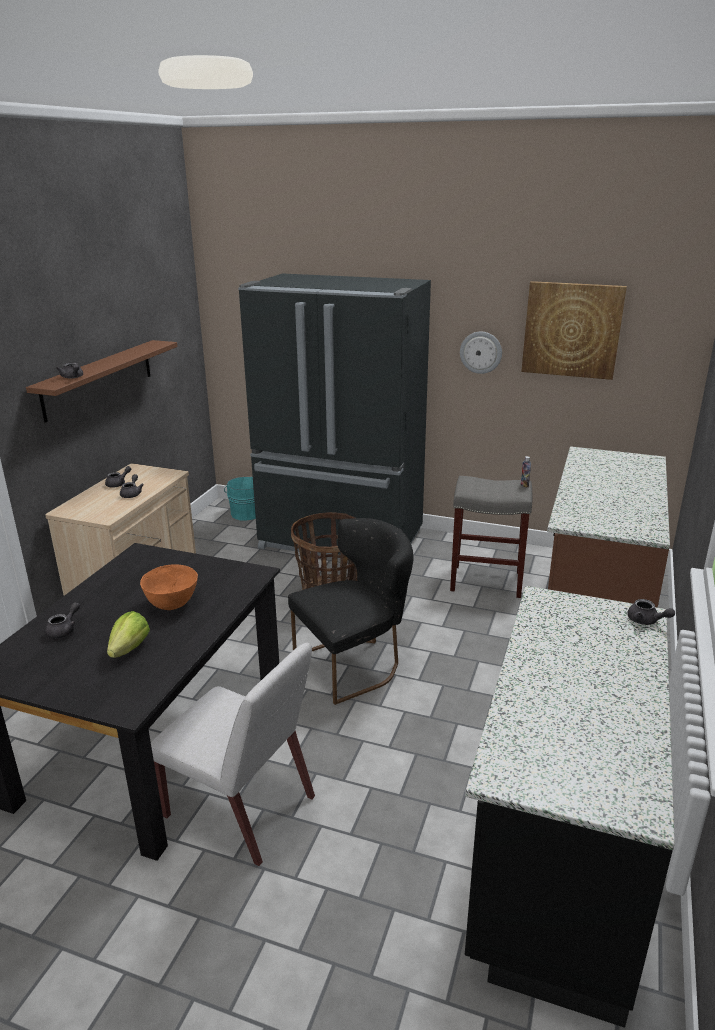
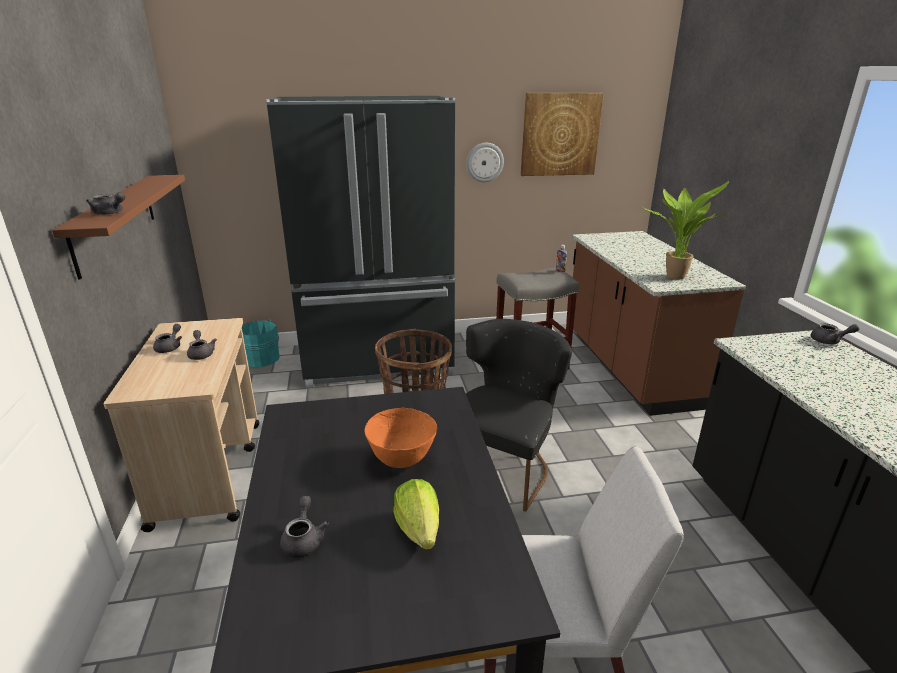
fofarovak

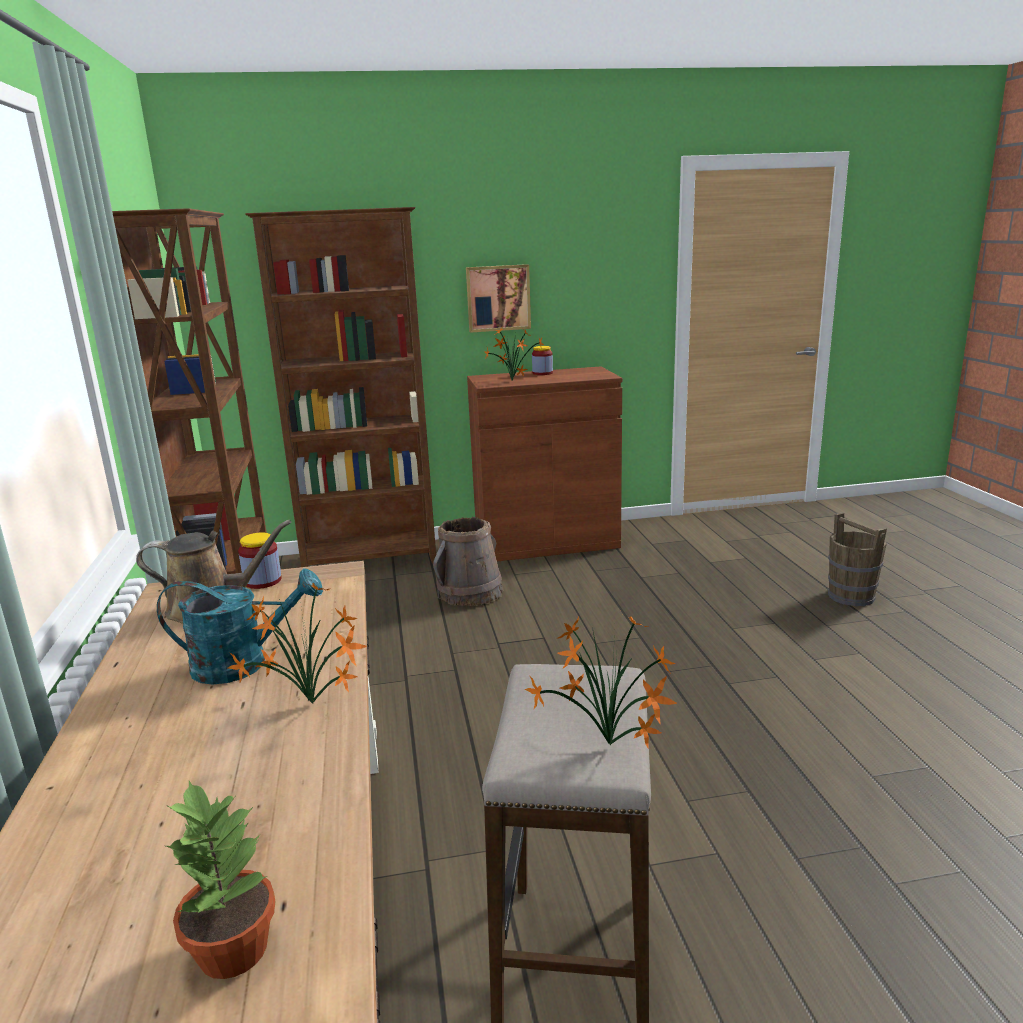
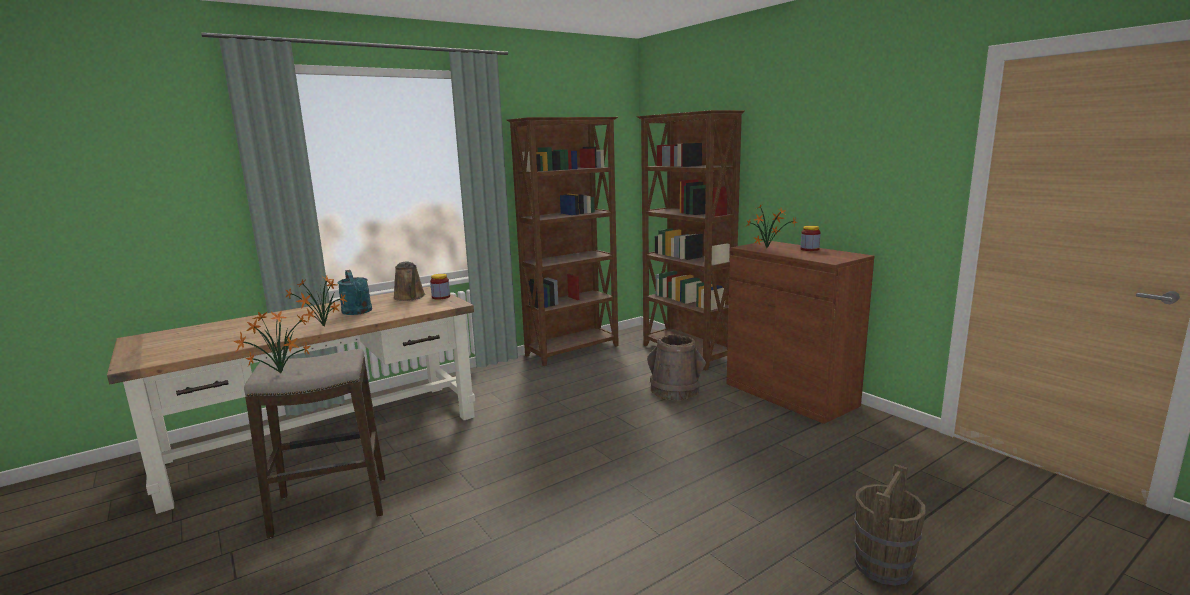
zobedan; fofarovak (no. 1 from left in the first image)

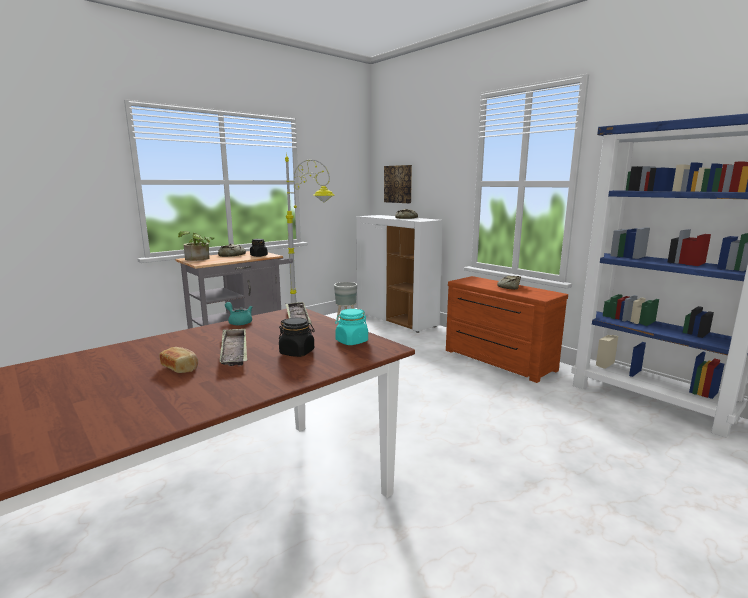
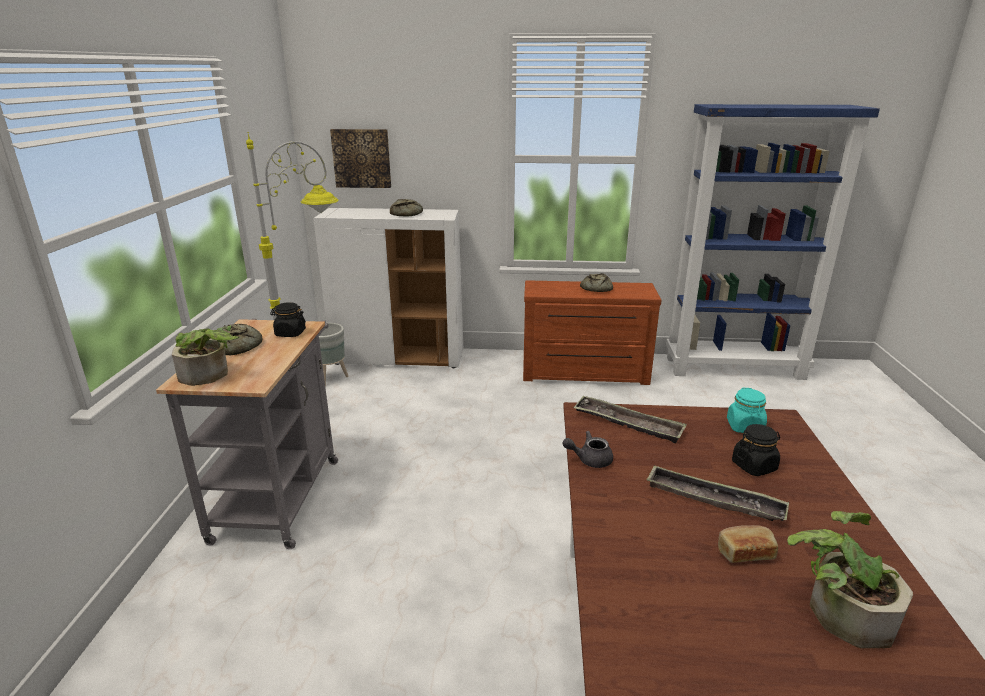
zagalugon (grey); fofarovak (no. 2 from left)

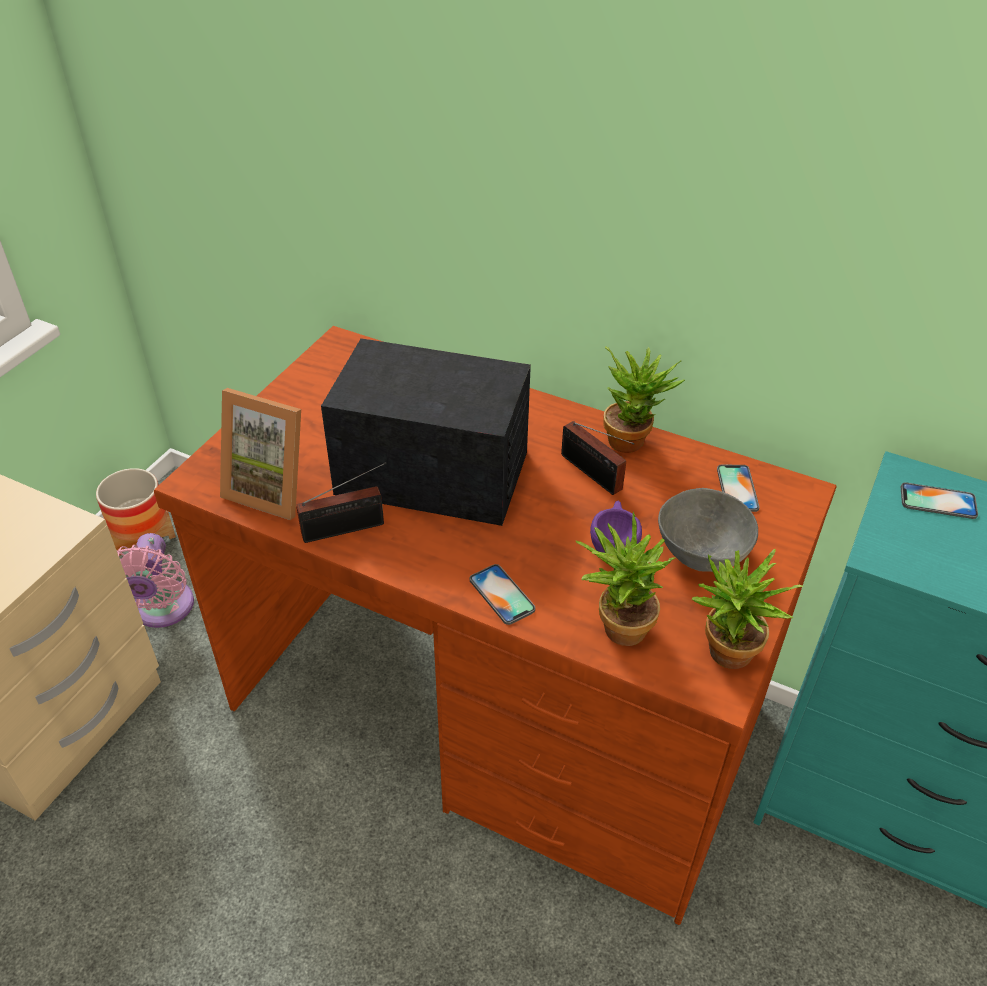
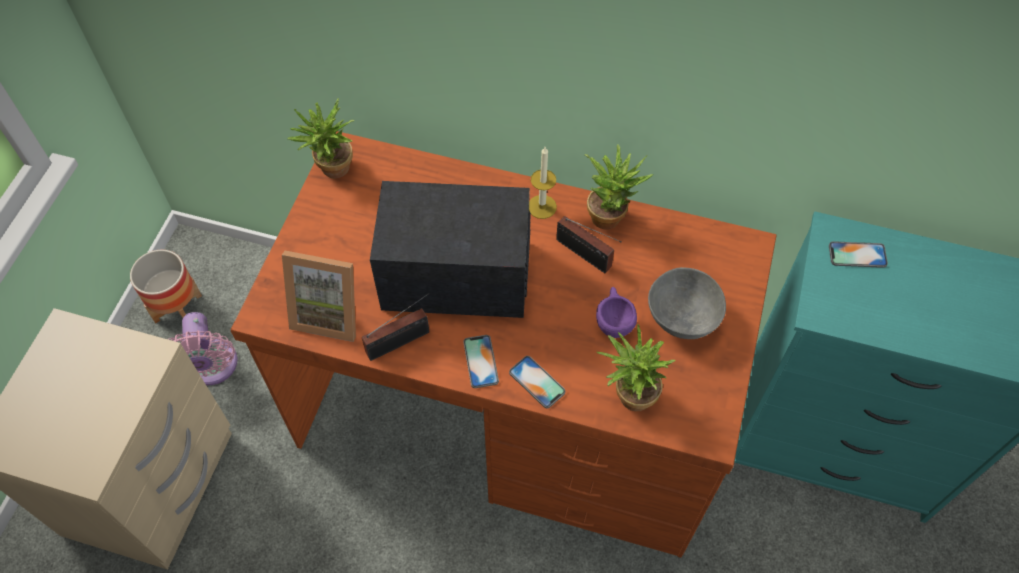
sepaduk (no. 1 from left); fofarovak (no. 1 from left); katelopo

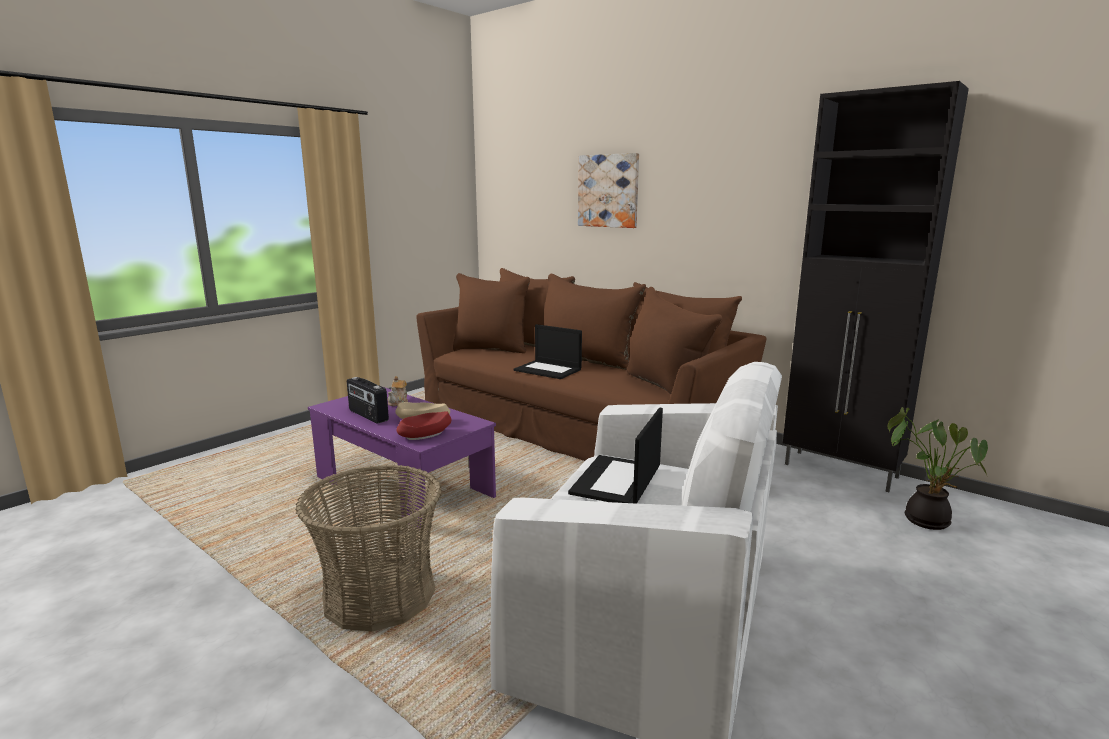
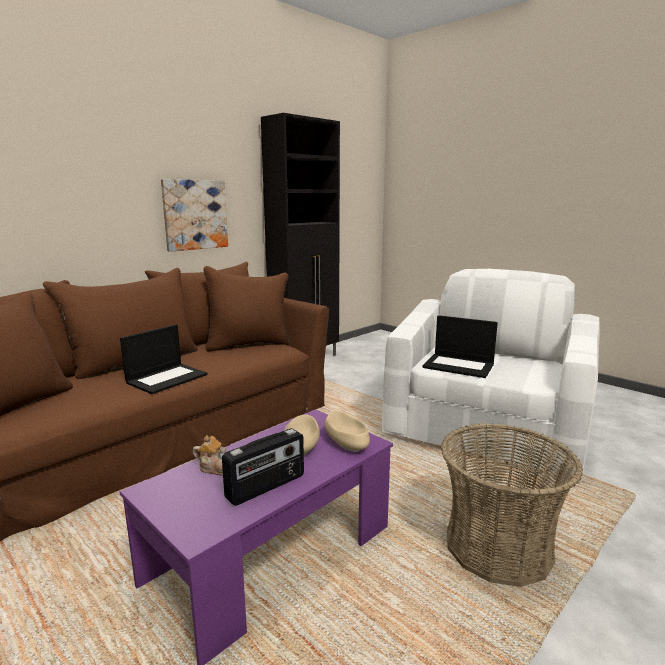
zobedan; fofarovak; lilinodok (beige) (no. 2 from left)

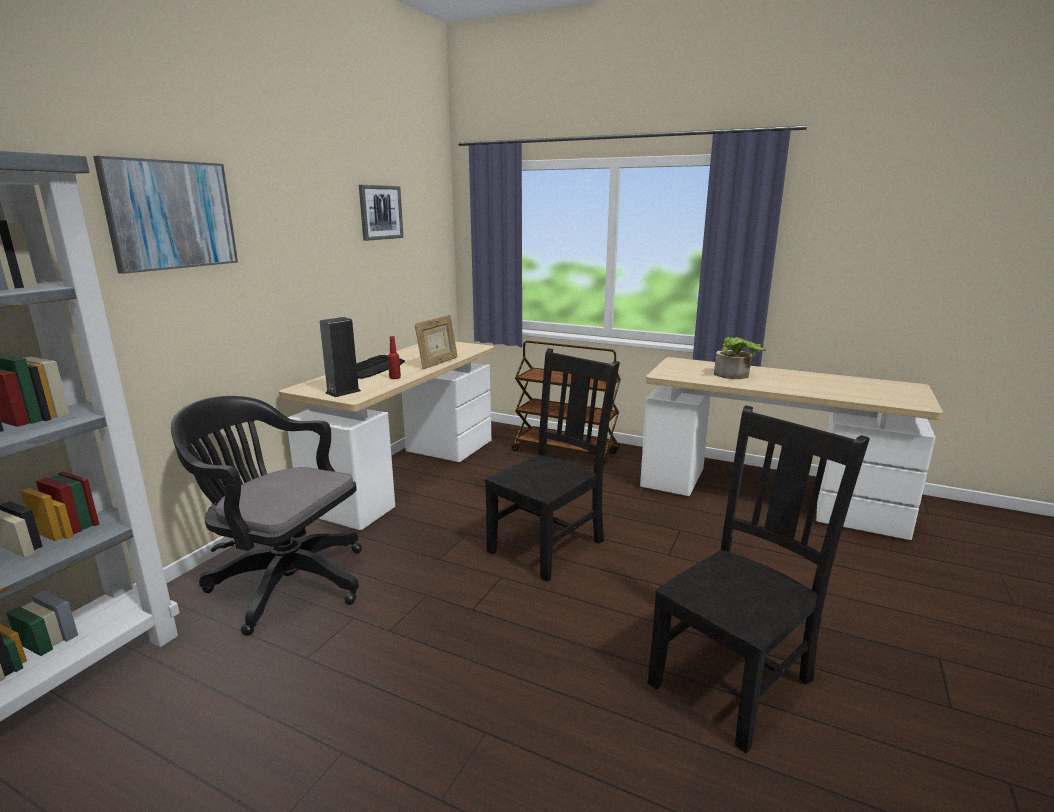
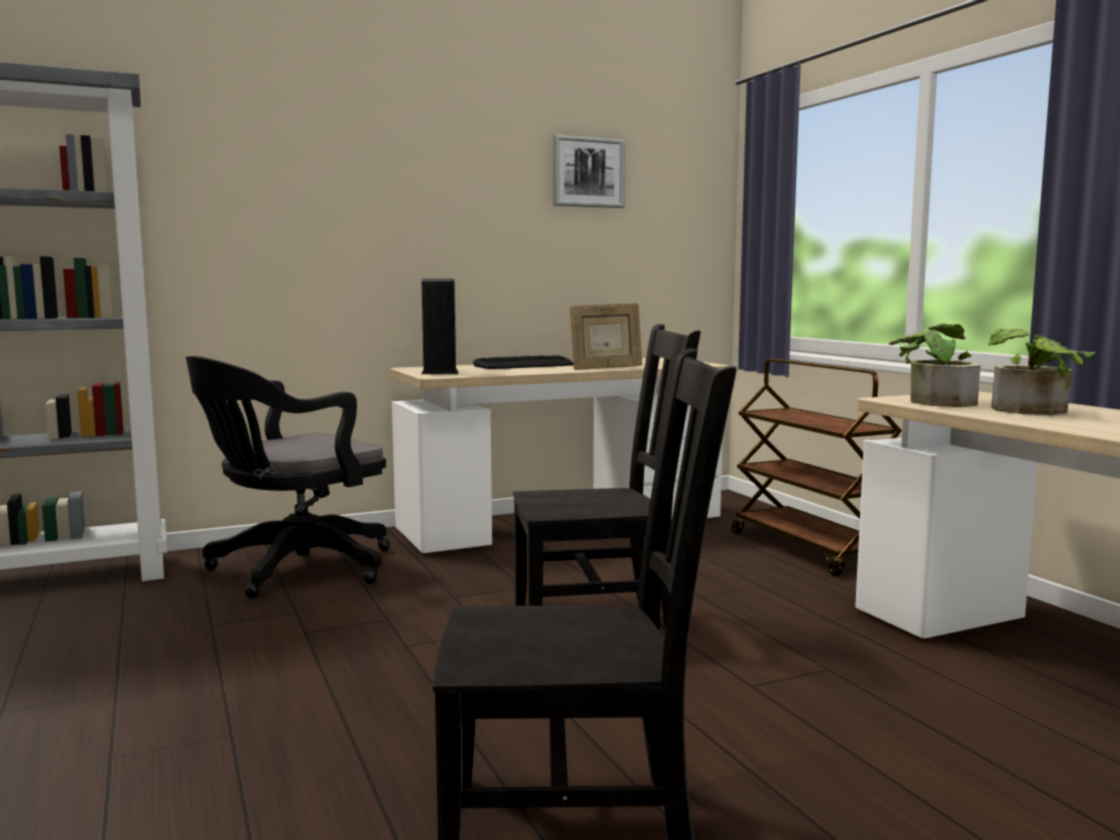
zobedan (no. 1 from left in the first image); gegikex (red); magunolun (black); fofarovak (no. 1 from left)

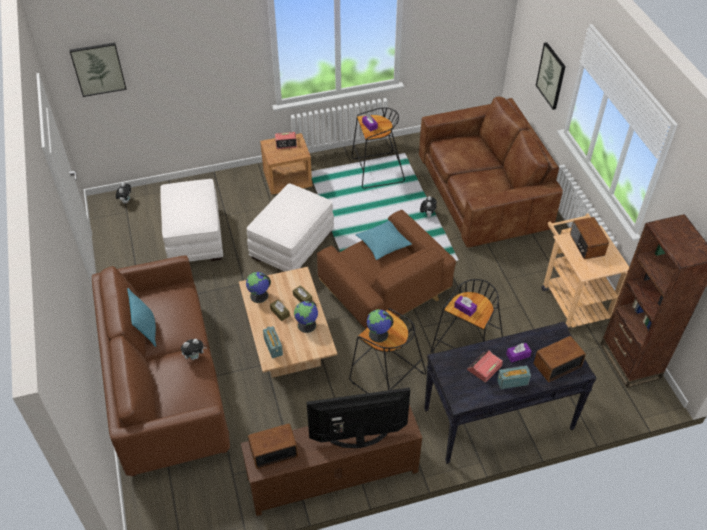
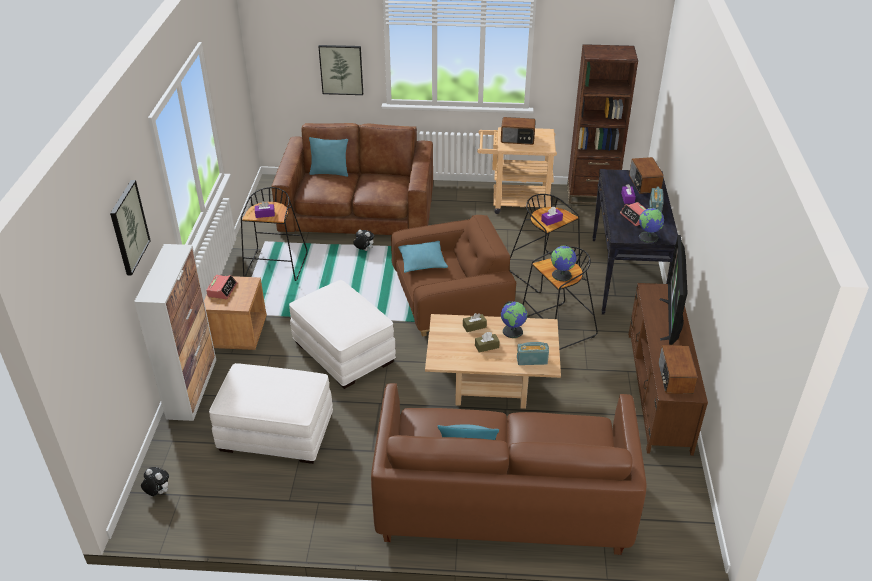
zobedan (no. 1 from left); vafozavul (no. 3 from left); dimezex (no. 2 from left in the first image); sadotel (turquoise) (no. 1 from left); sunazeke

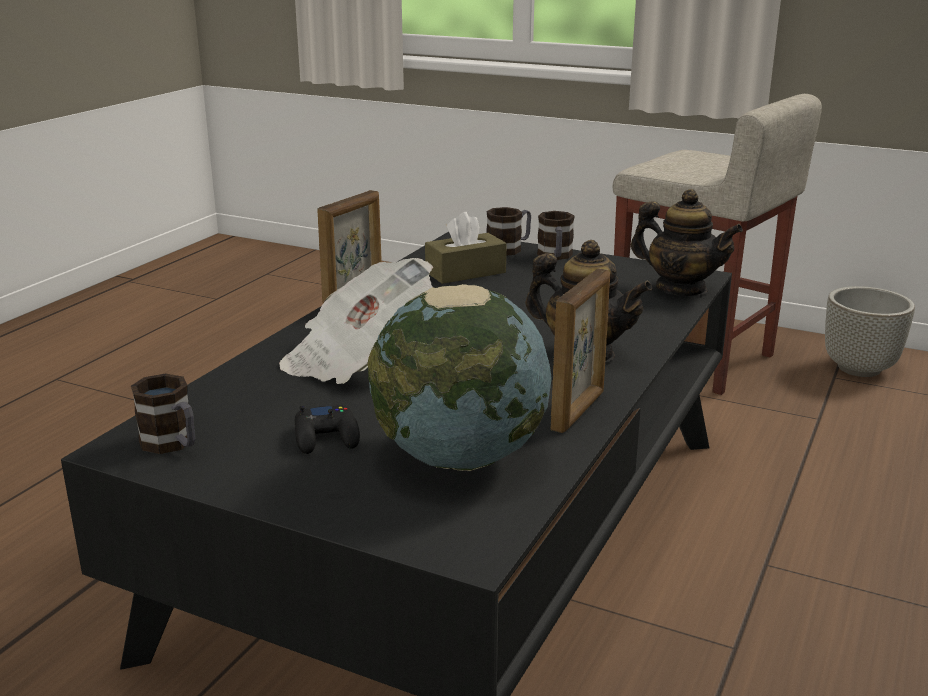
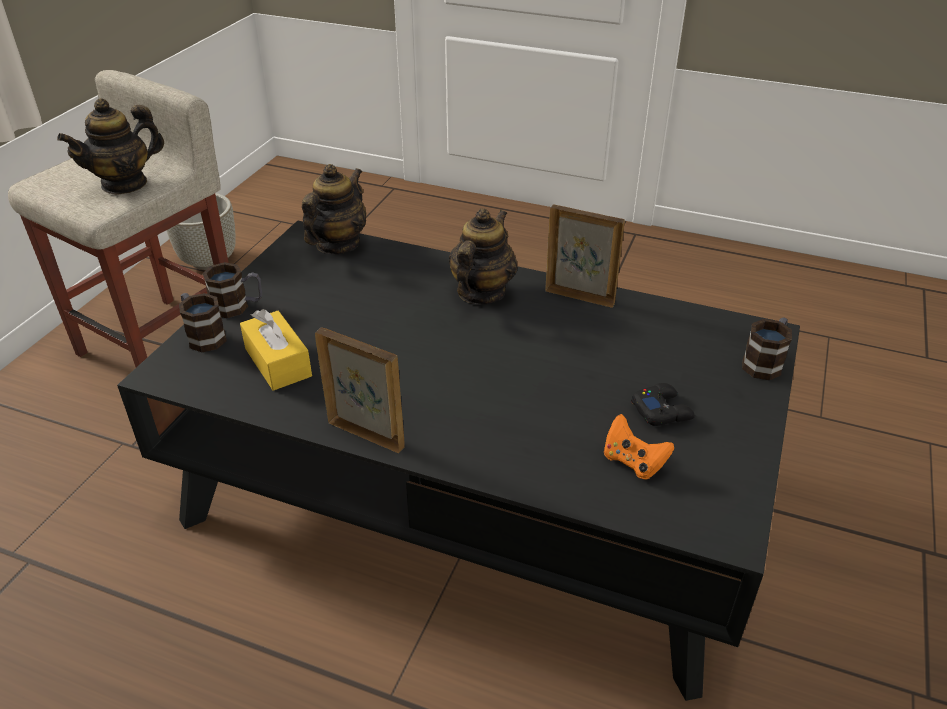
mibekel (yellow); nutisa; vafozavul; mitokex (no. 3 from left); zagalugon (no. 1 from left); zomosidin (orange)

